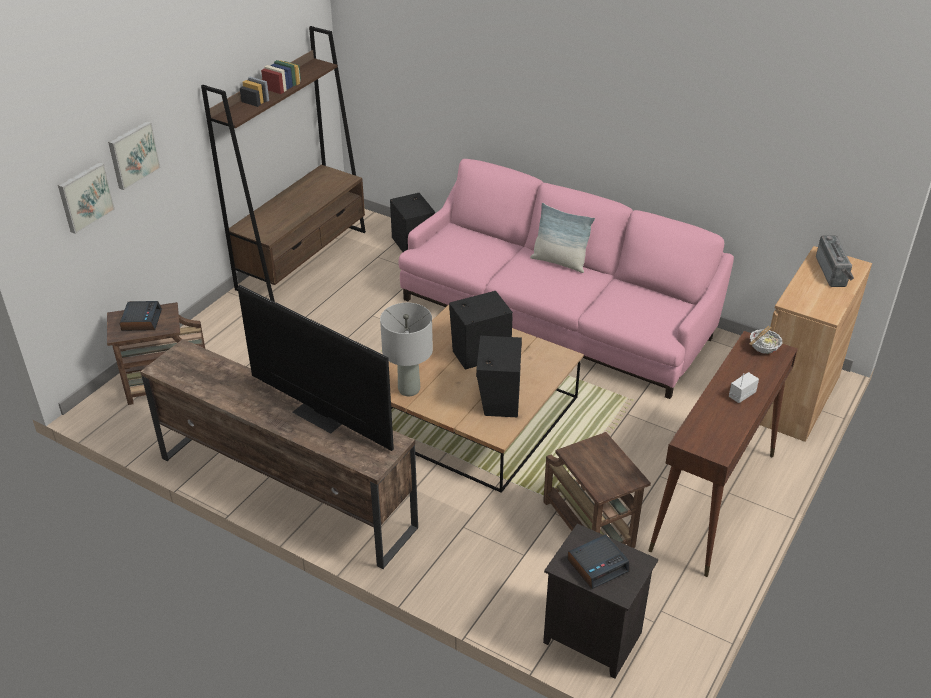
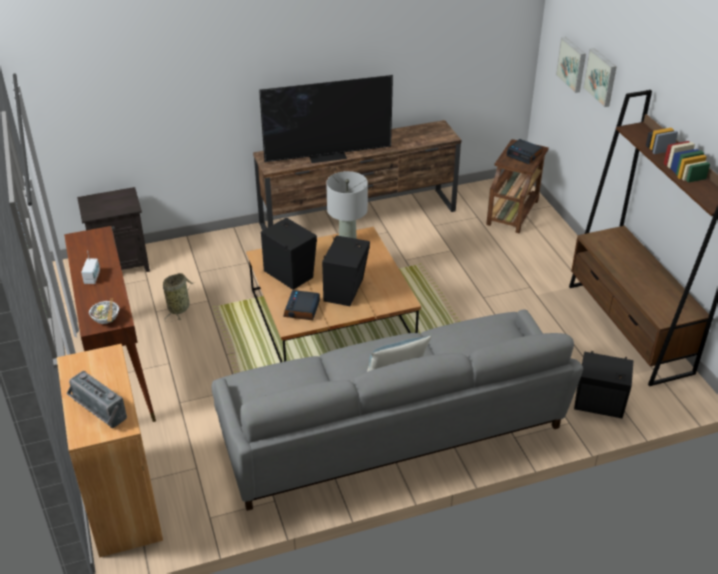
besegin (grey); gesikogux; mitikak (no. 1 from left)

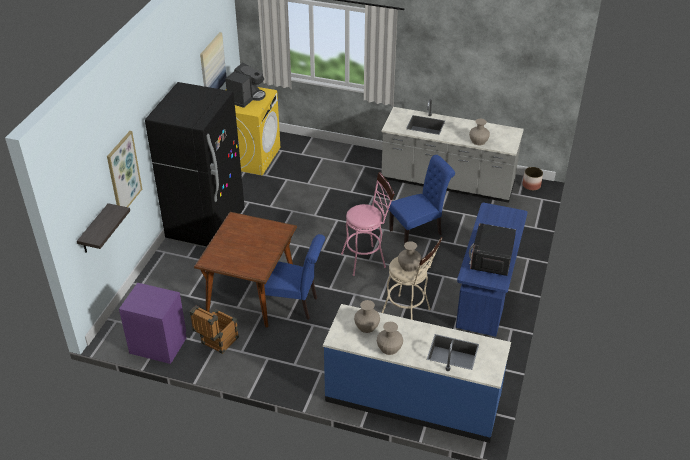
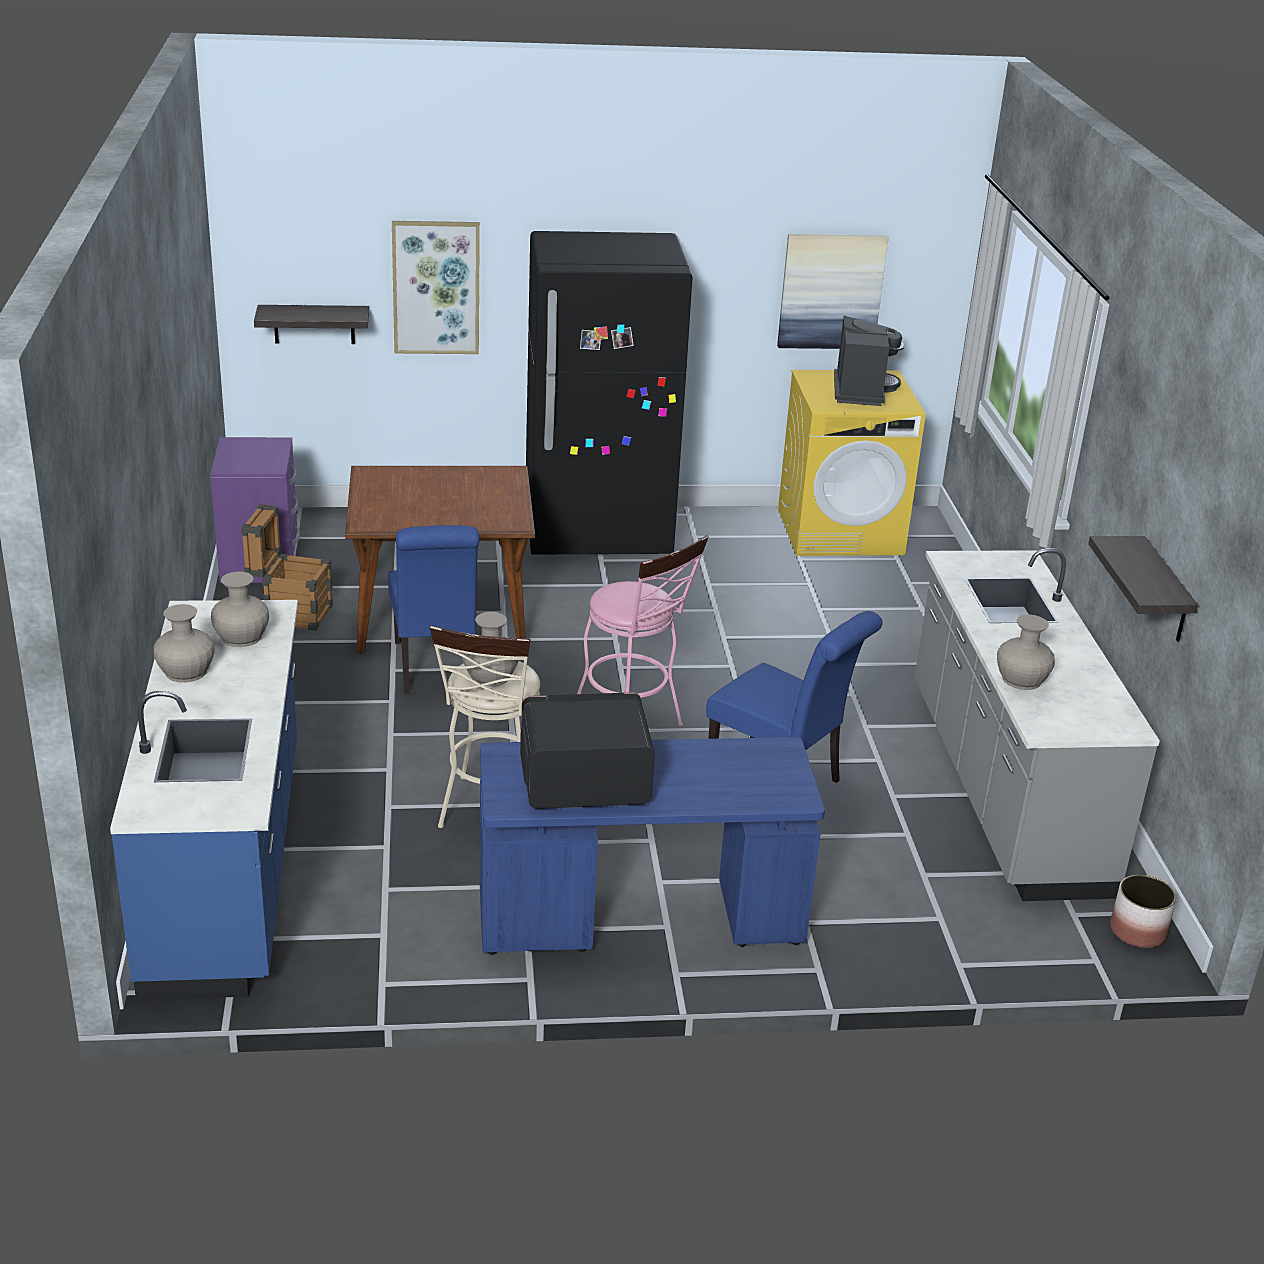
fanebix; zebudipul (no. 2 from left)

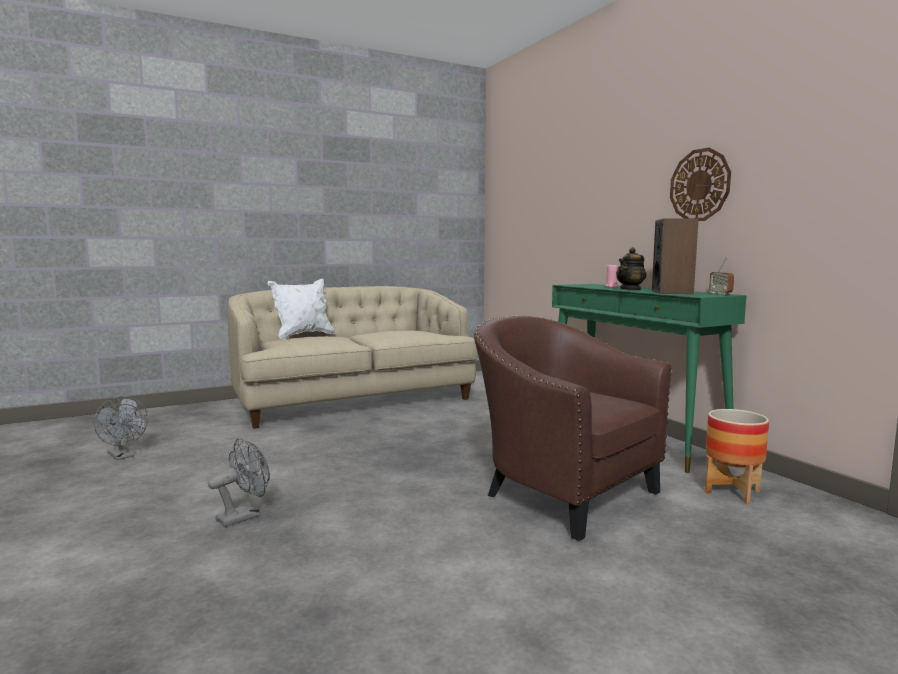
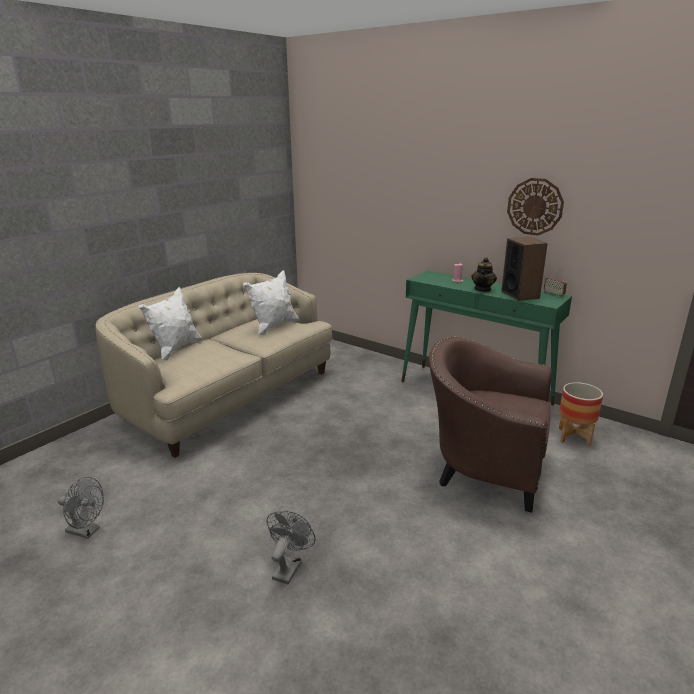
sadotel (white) (no. 2 from left)

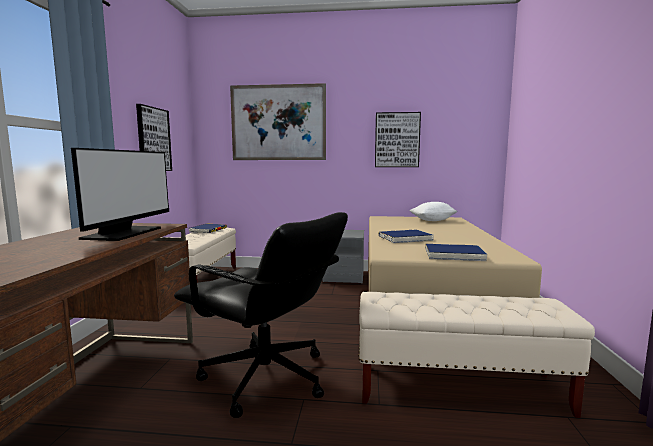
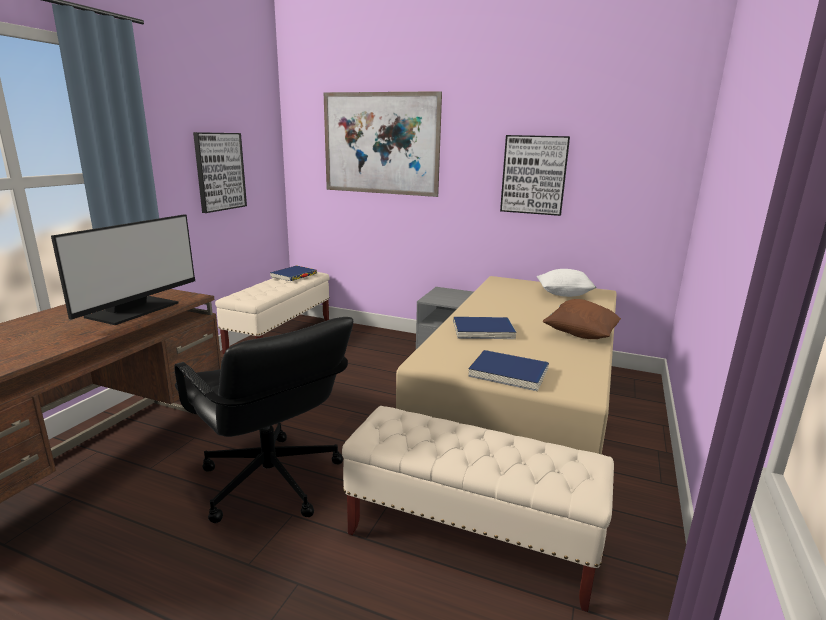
sadotel (brown)

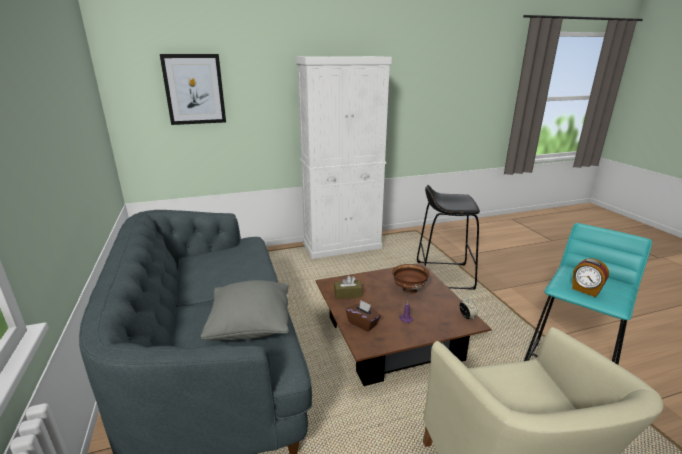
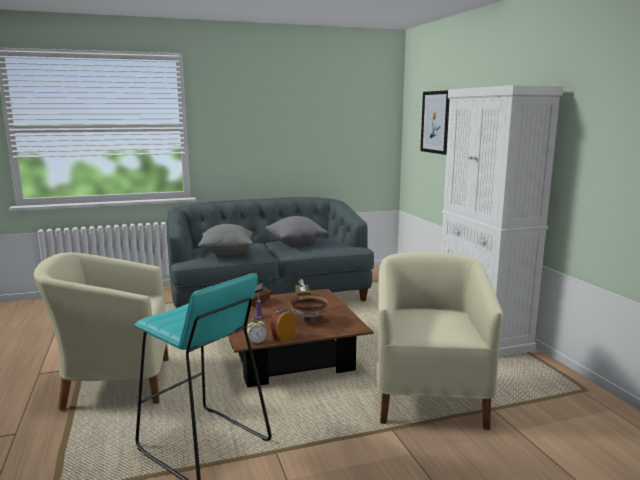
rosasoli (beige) (no. 2 from left); mitikak (no. 2 from left); sadotel (grey) (no. 2 from left)

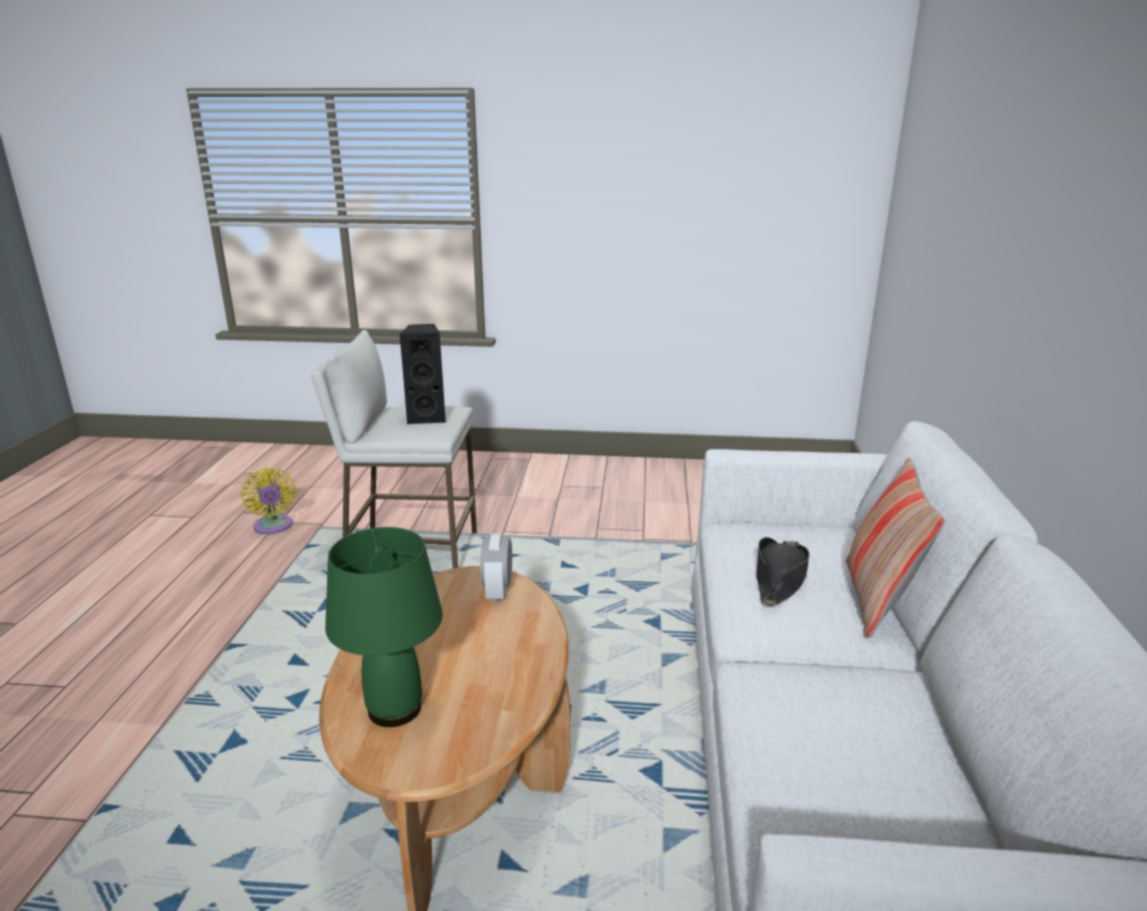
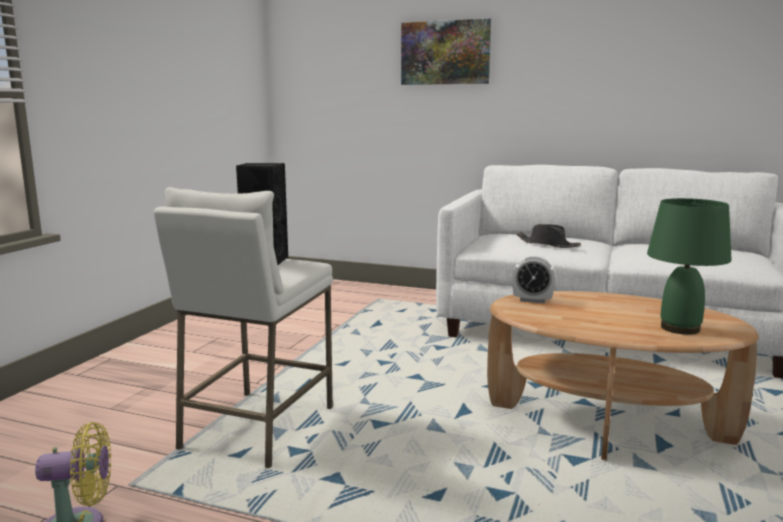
sadotel; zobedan

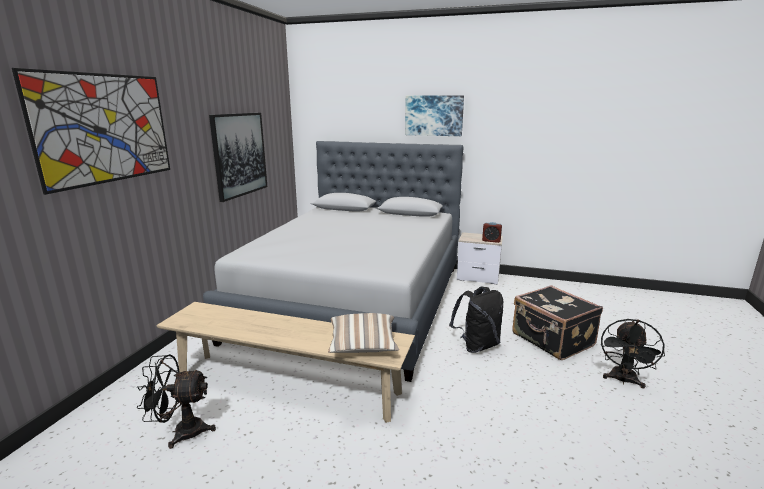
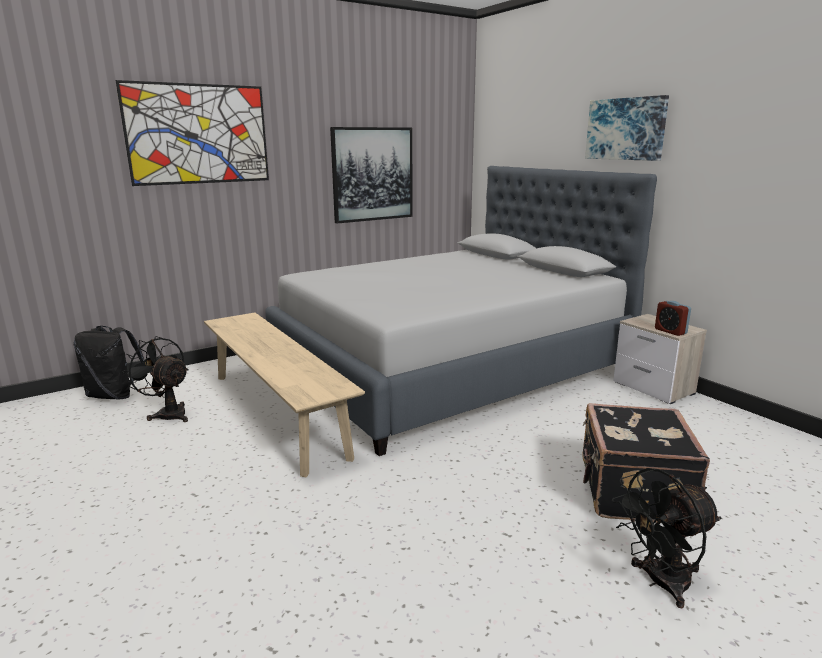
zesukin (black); sadotel

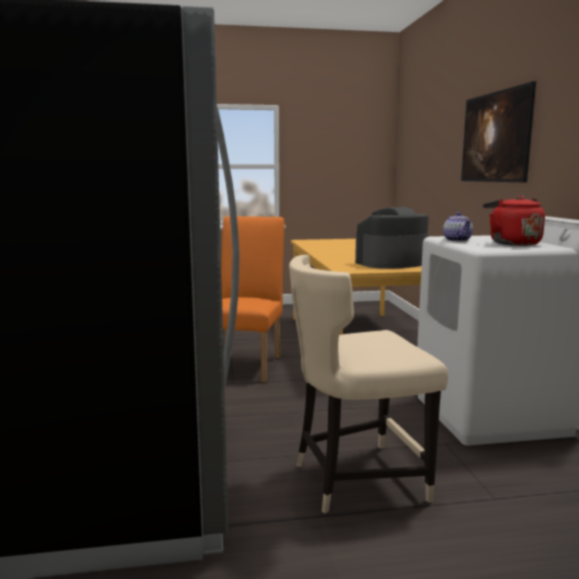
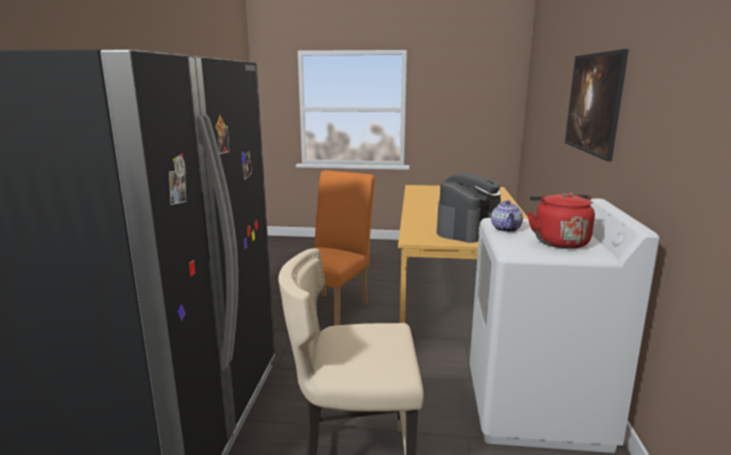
fanebix

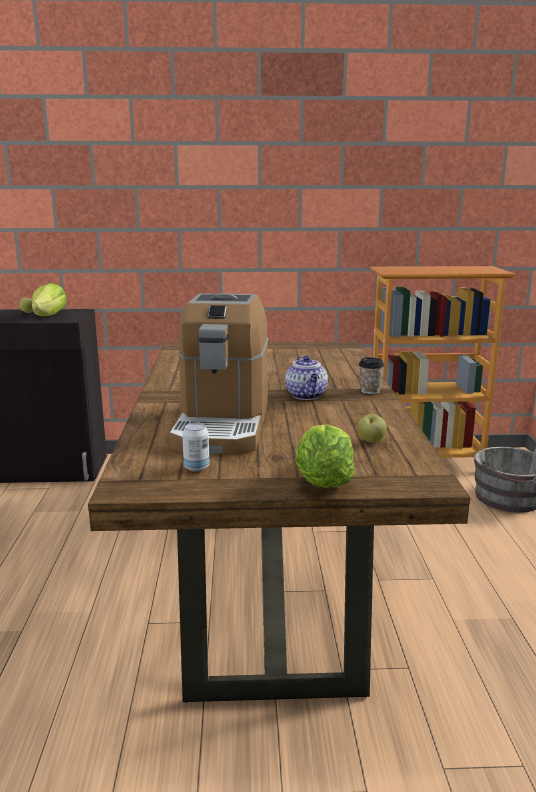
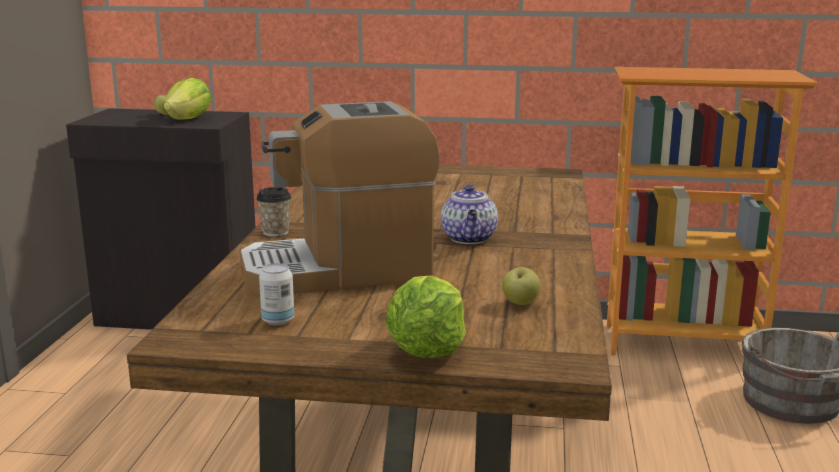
fanebix; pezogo

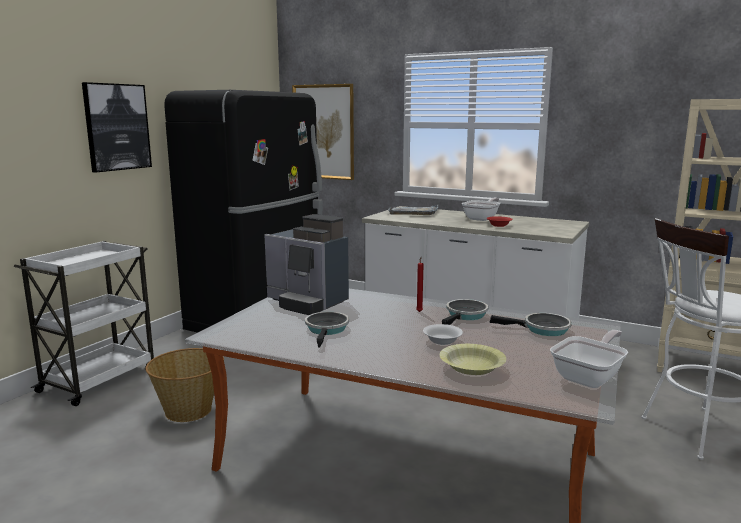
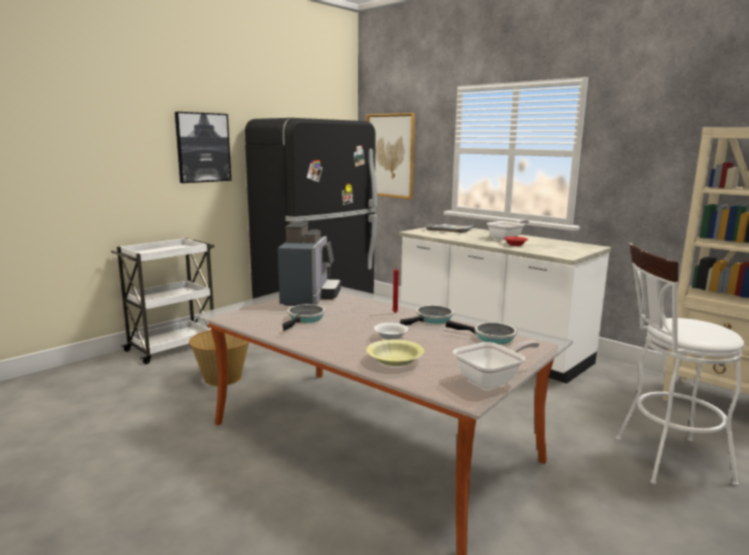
fanebix

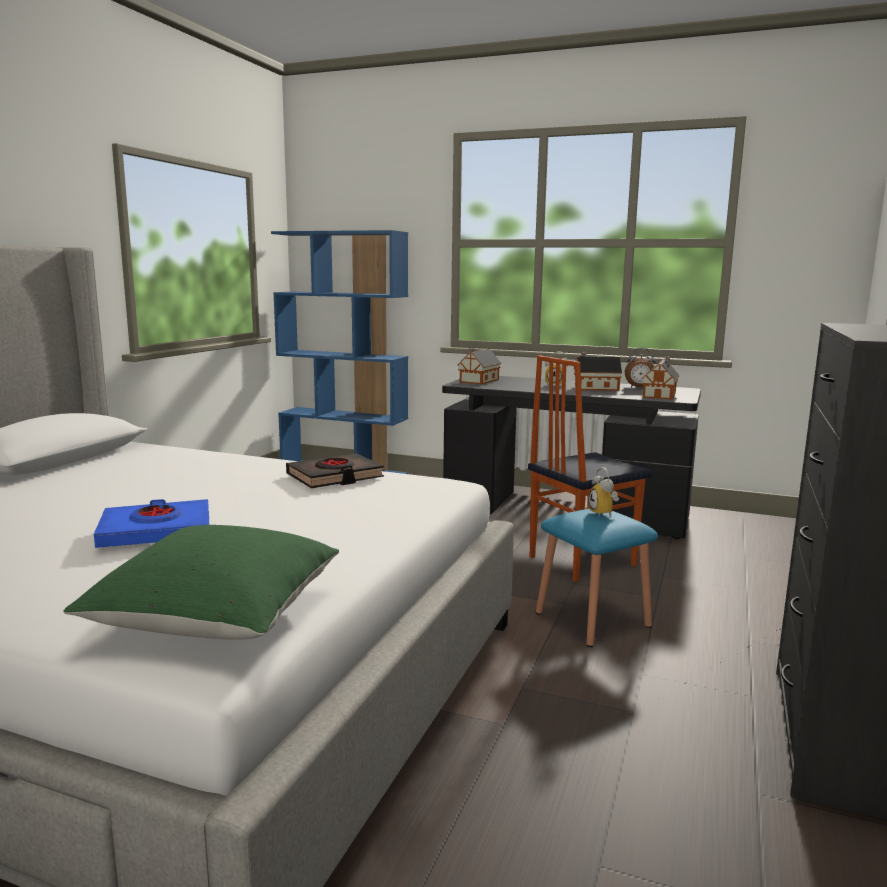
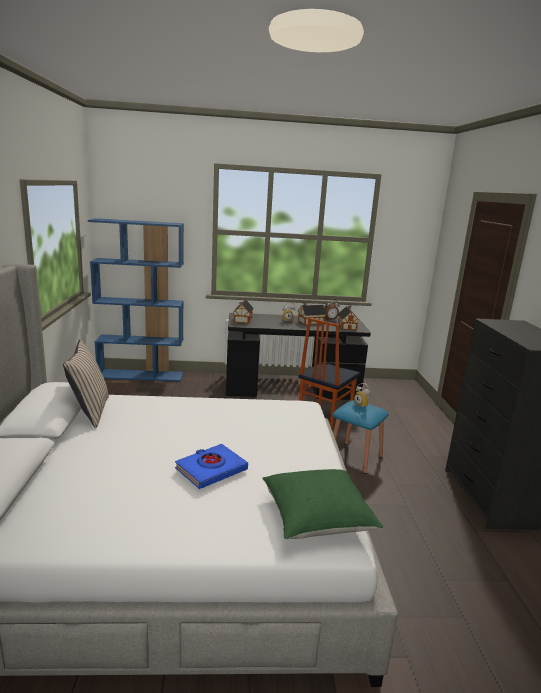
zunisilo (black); sadotel (beige)

